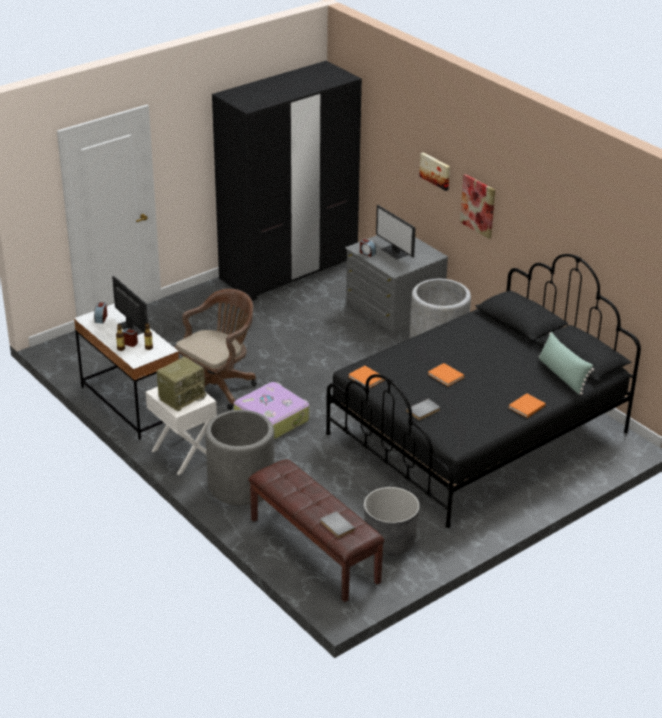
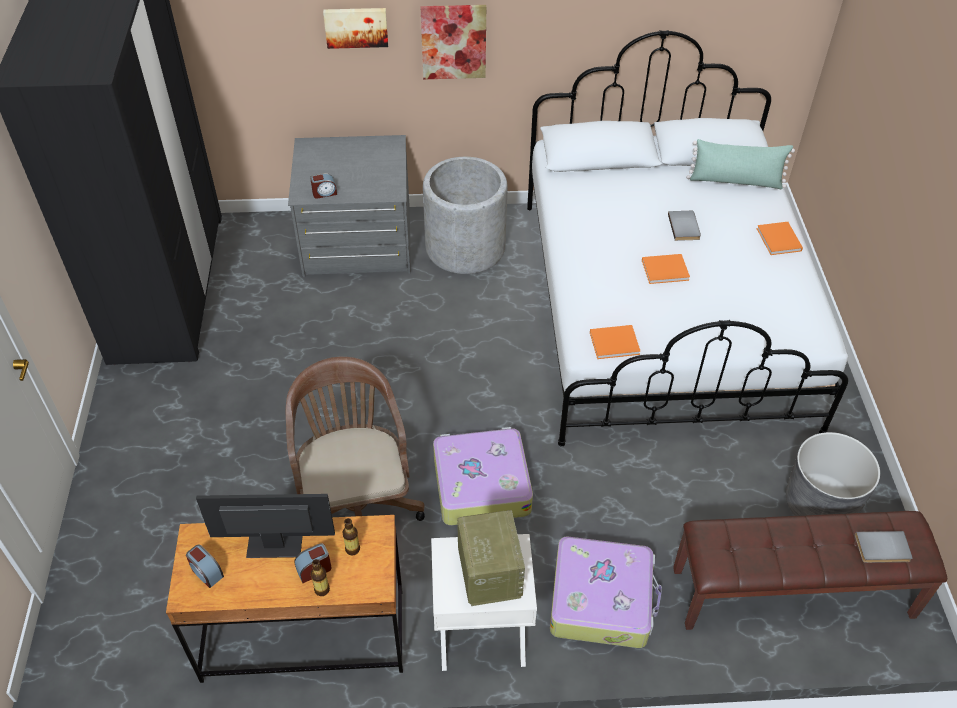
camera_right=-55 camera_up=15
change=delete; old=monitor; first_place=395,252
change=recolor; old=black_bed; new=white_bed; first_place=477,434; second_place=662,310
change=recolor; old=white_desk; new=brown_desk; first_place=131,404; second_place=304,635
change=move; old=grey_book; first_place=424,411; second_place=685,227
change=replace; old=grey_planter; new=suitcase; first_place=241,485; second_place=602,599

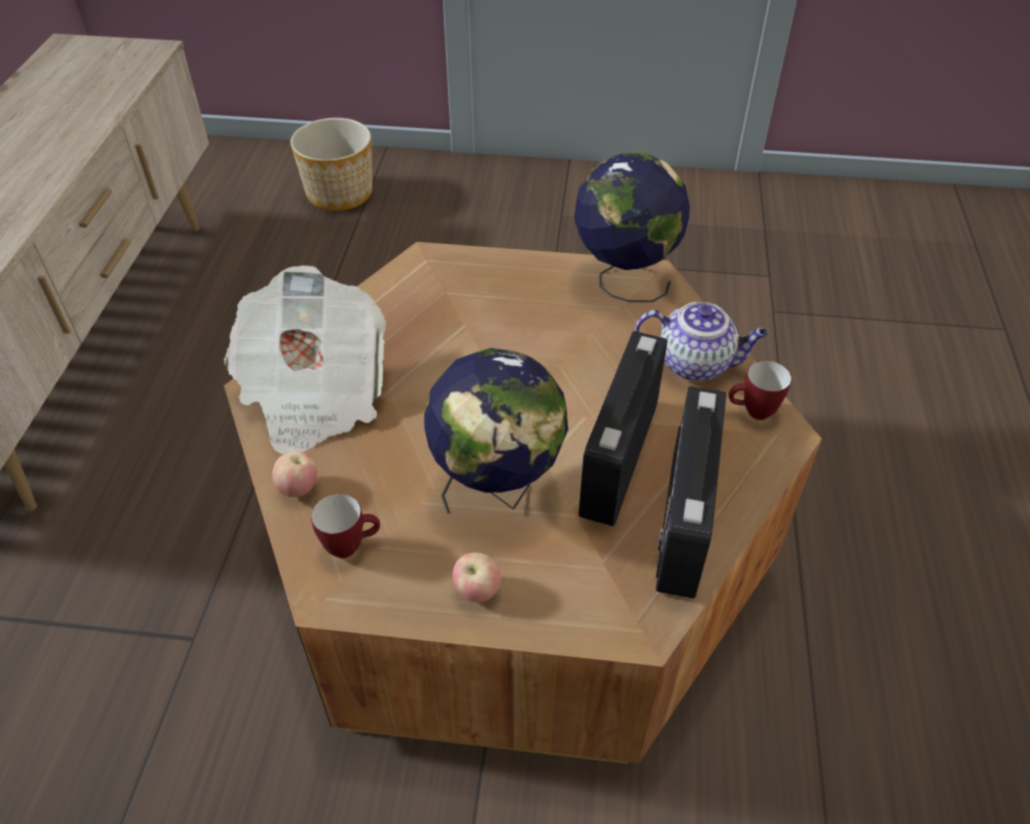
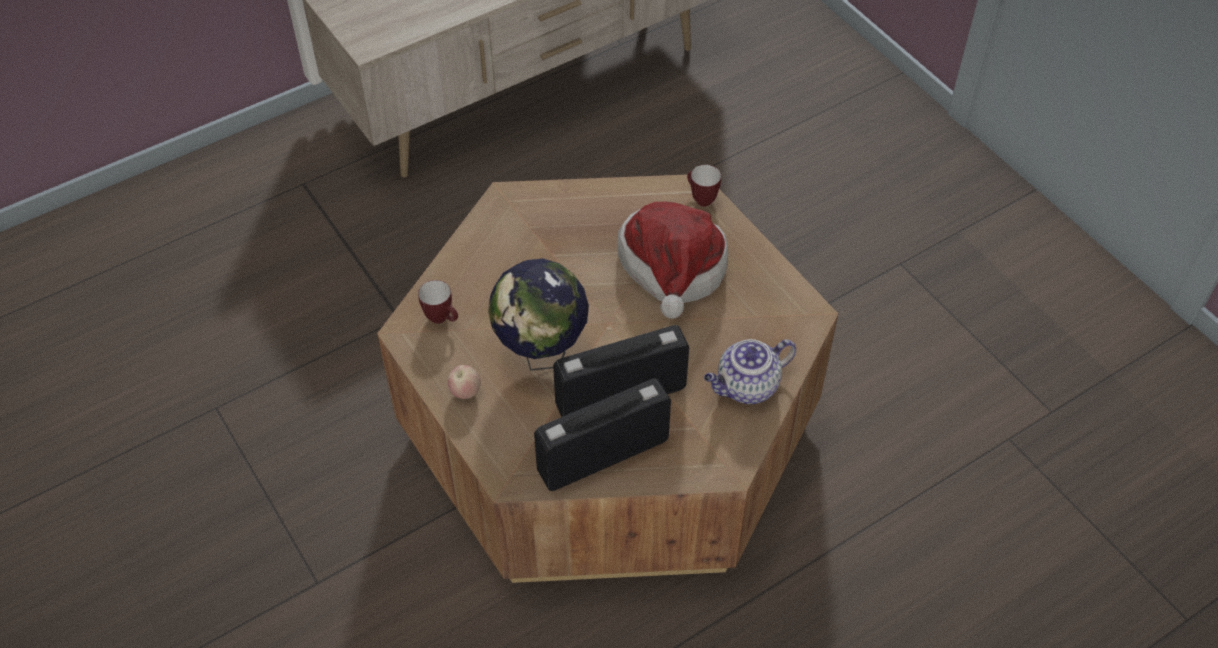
camera_right=50 camera_up=5
change=delete; old=planter; first_place=340,193
change=delete; old=globe; first_place=623,281
change=delete; old=newspaper; first_place=313,392
change=rotate; old=teapot; first_place=696,363; second_place=746,387; degrees=90
change=move; old=mug; first_place=752,413; second_place=700,199
change=delete; old=apple; first_place=299,488
change=insert; new=hat; second_place=672,272

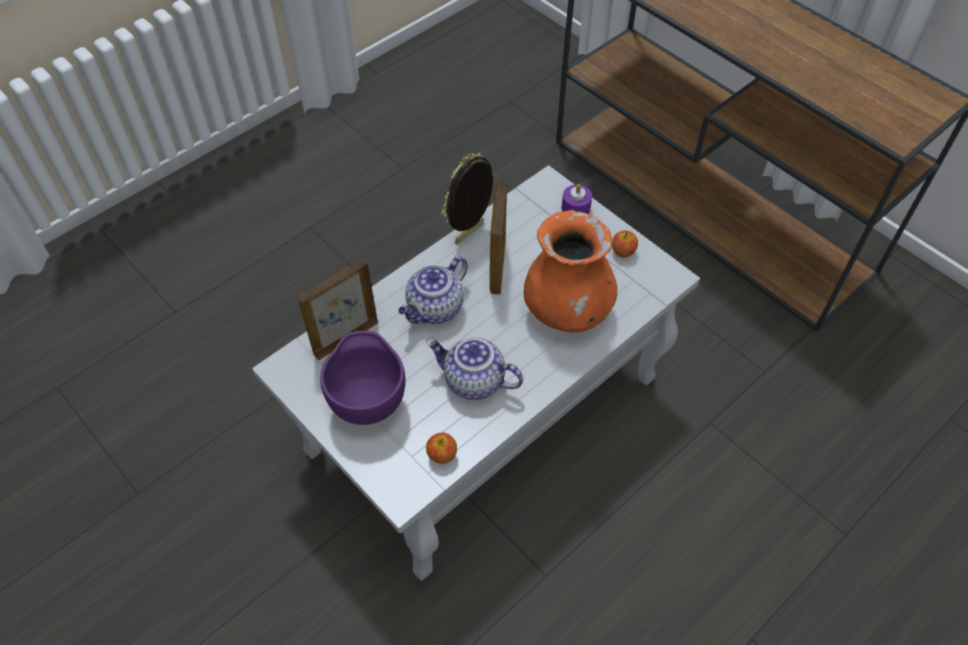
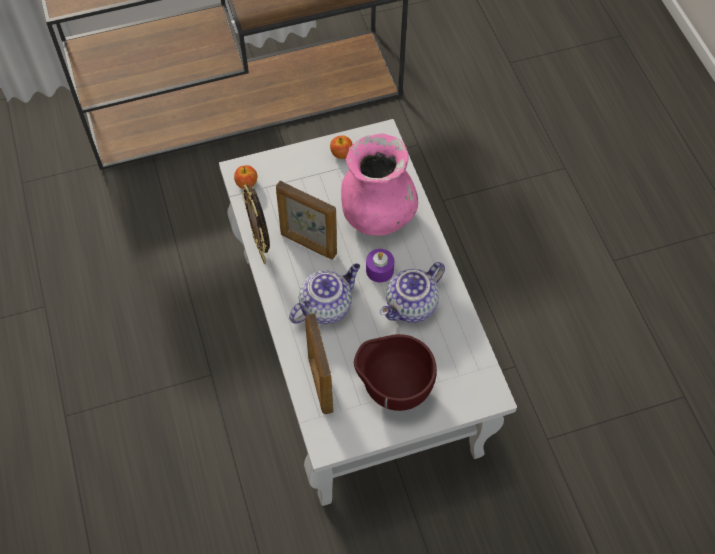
camera_right=-65 camera_up=5
change=move; old=purple_candle; first_place=575,208; second_place=379,270
change=recolor; old=orange_vase; new=pink_vase; first_place=568,310; second_place=377,215
change=rotate; old=teapot; first_place=435,309; second_place=326,306; degrees=-105
change=recolor; old=purple_bowl; new=brown_bowl; first_place=368,401; second_place=393,388
change=move; old=apple; first_place=442,455; second_place=246,183

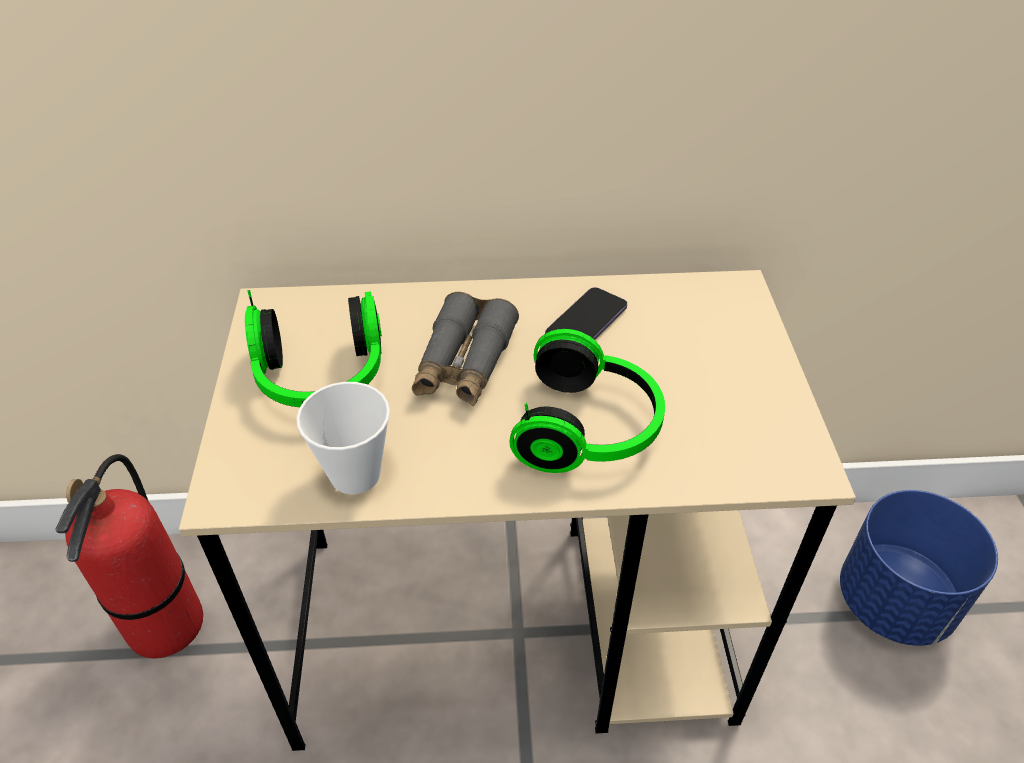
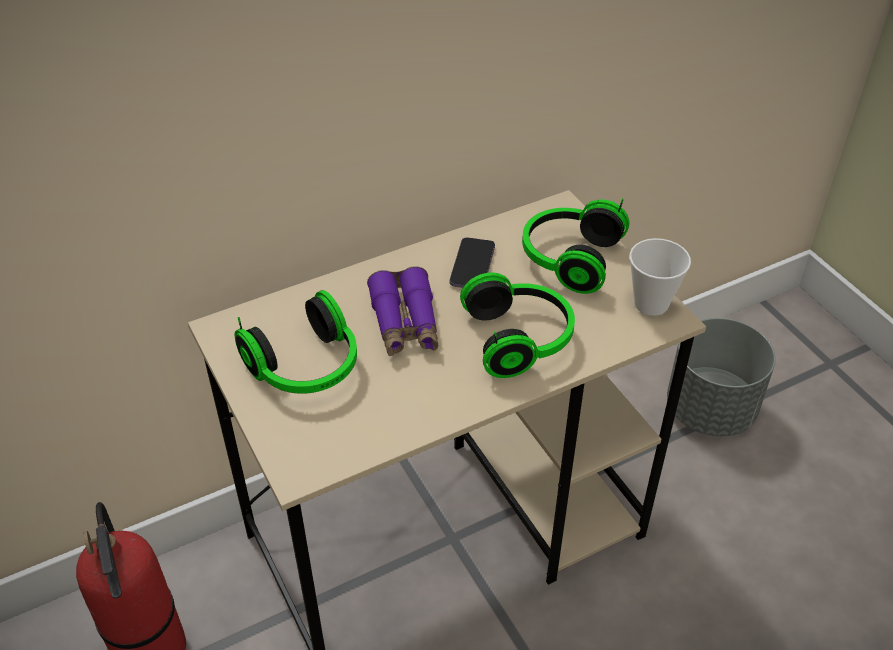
camera_right=-25 camera_up=0
change=recolor; old=grey_binoculars; new=purple_binoculars; first_place=464,363; second_place=405,323
change=move; old=cup; first_place=355,474; second_place=651,303
change=recolor; old=blue_planter; new=grey_planter; first_place=895,602; second_place=711,410
change=insert; new=headphones; second_place=568,258

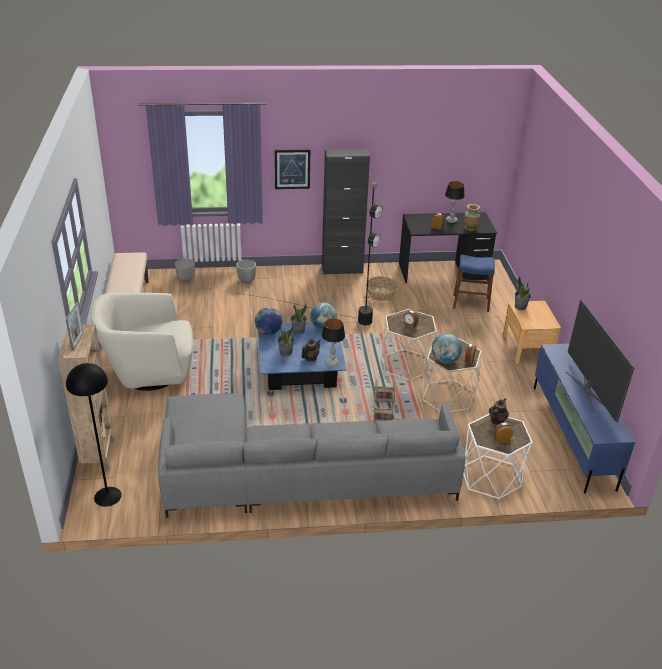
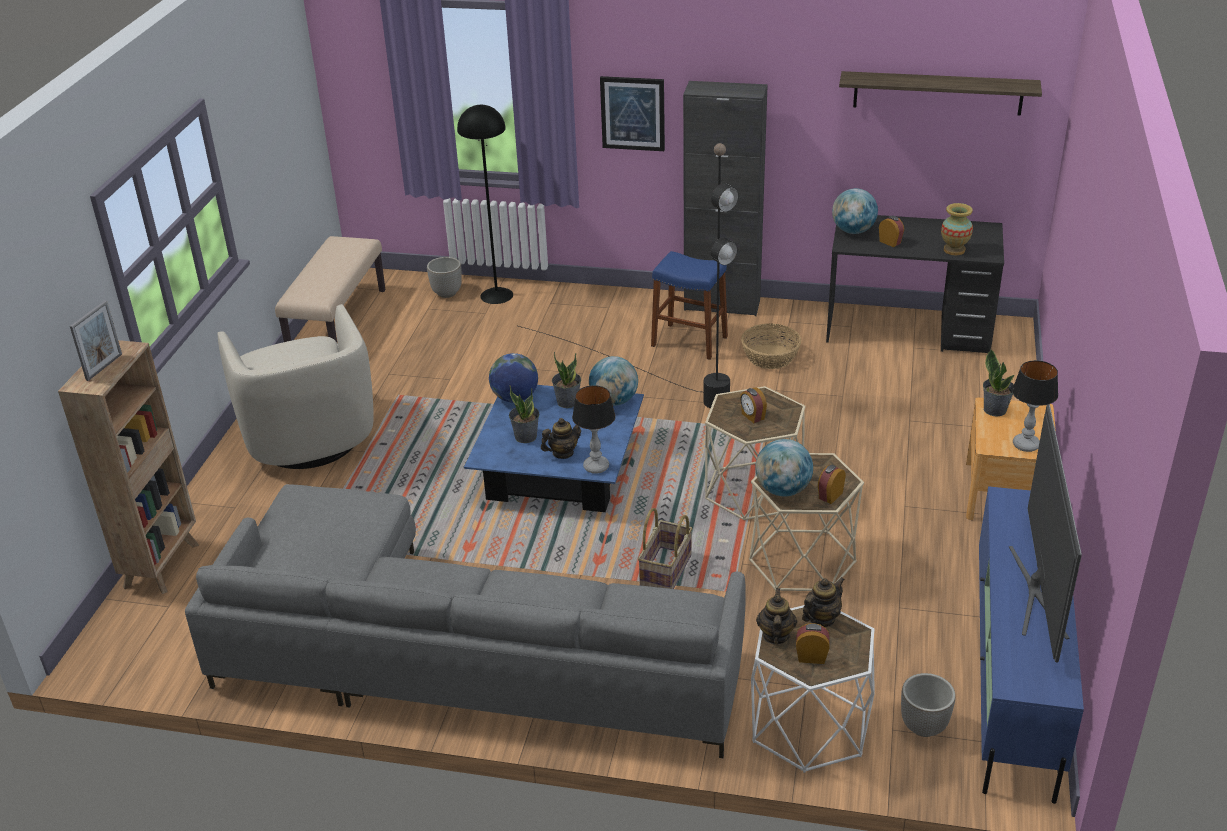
camera_right=20 camera_up=0
change=move; old=table_lamp; first_place=451,221; second_place=1026,445
change=move; old=blue_stool; first_place=471,303; second_place=689,341
change=move; old=planter; first_place=246,280; second_place=924,726
change=rotate; old=beige_armchair; first_place=149,372; second_place=309,441; degrees=-120
change=move; old=black_floor_lamp; first_place=108,496; second_place=497,295
change=insert; new=shelf; second_place=937,93
change=insert; new=globe; second_place=853,231
change=insert; new=teapot; second_place=775,635

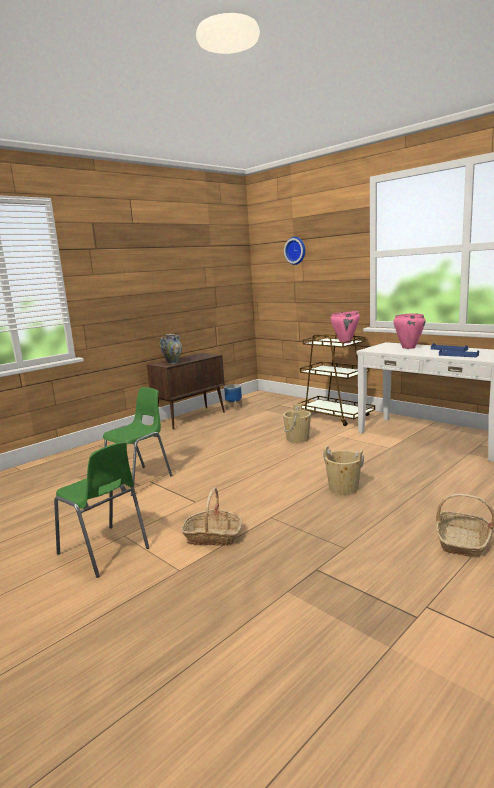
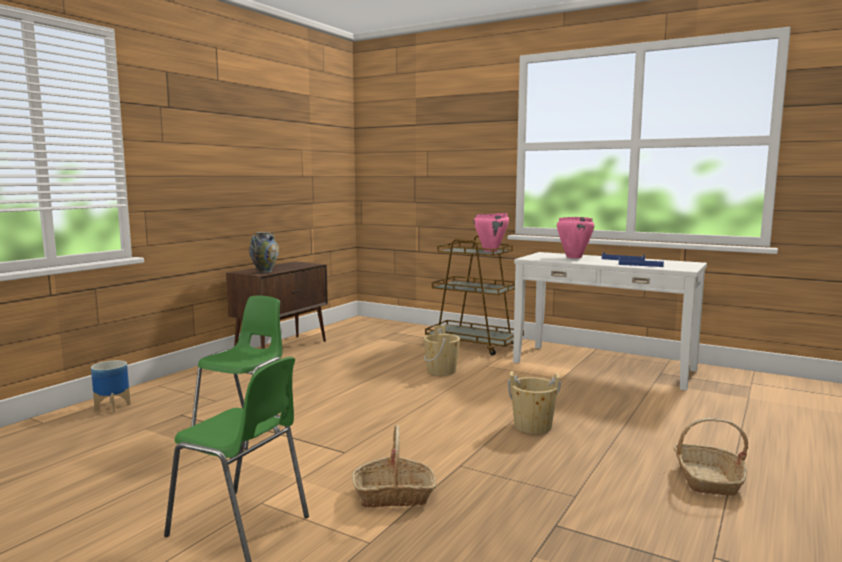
camera_right=-15 camera_up=-5
change=delete; old=wall_clock; first_place=296,250
change=move; old=planter; first_place=234,408; second_place=113,407

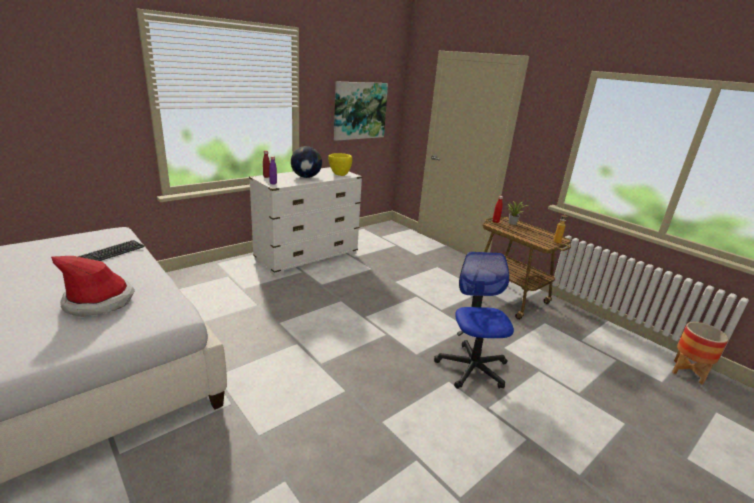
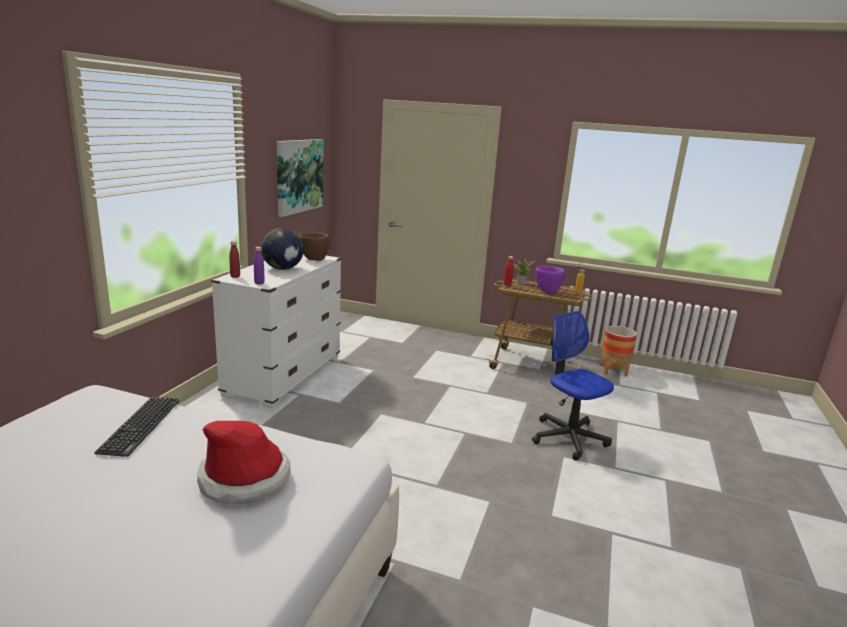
camera_right=-30 camera_up=-5
change=recolor; old=yellow_bowl; new=brown_bowl; first_place=339,174; second_place=314,259
change=move; old=planter; first_place=688,372; second_place=613,370
change=insert; new=purple_bowl; second_place=547,291

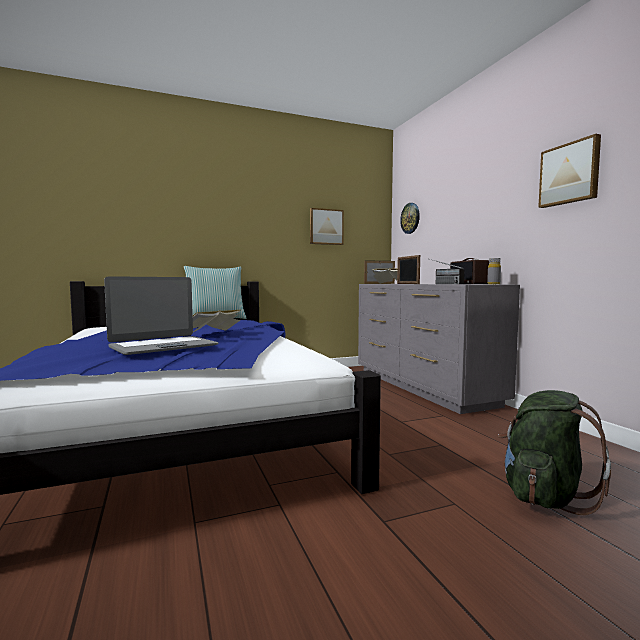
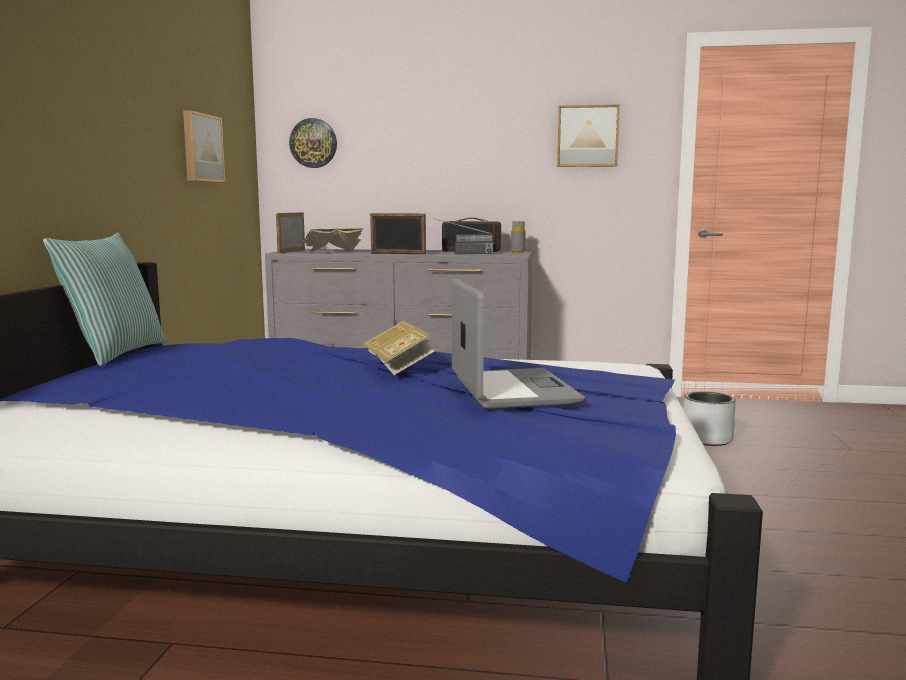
camera_right=-60 camera_up=5
change=replace; old=green_backpack; new=grey_planter; first_place=544,496; second_place=707,439

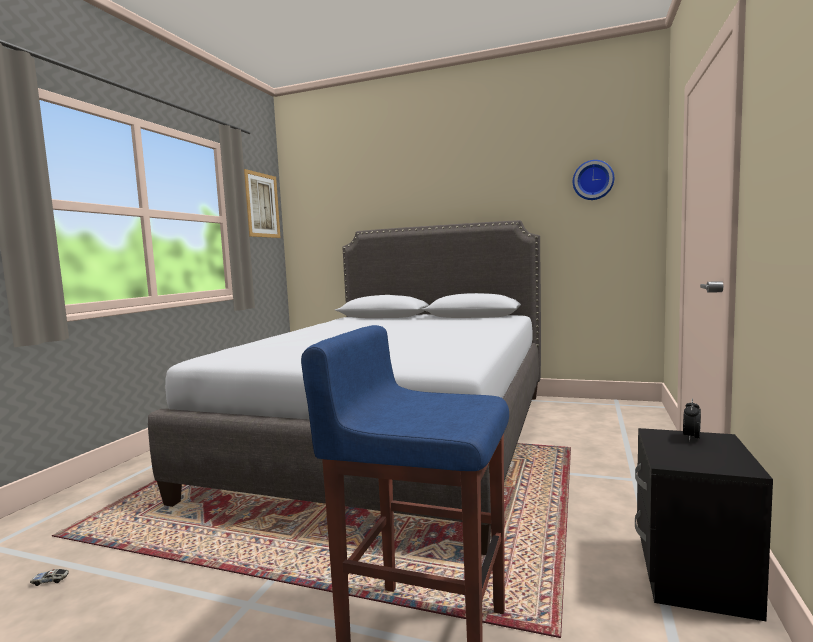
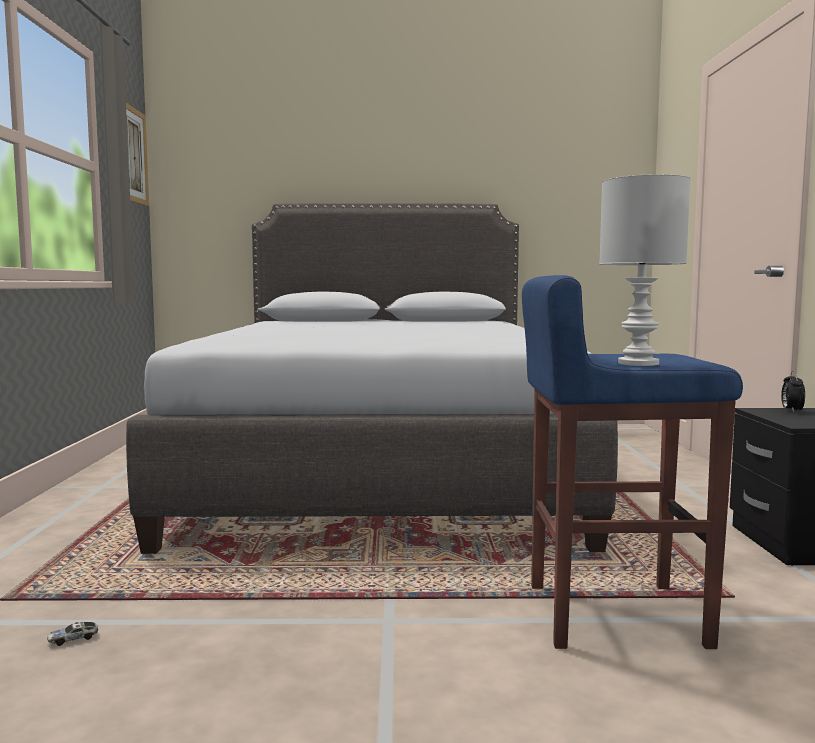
camera_right=-20 camera_up=0
change=delete; old=wall_clock; first_place=593,180
change=insert; new=white_table_lamp; second_place=636,363

